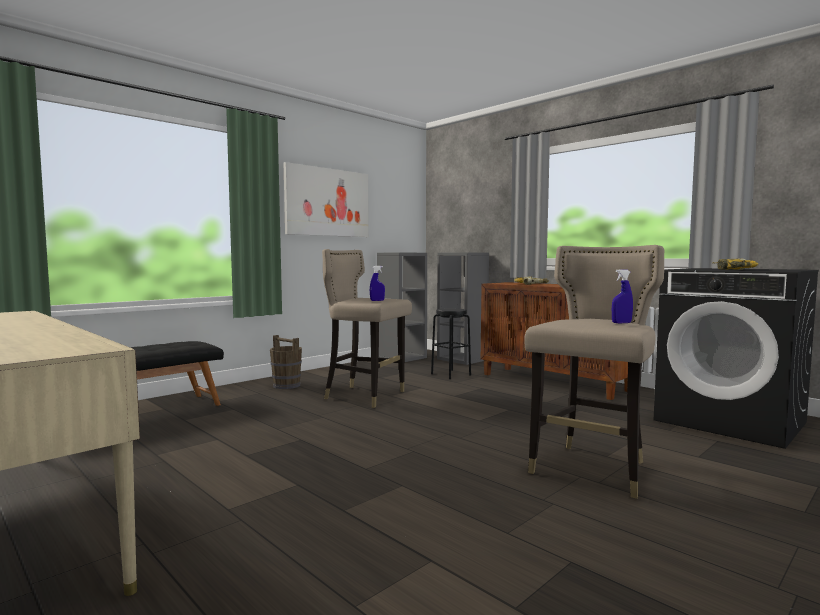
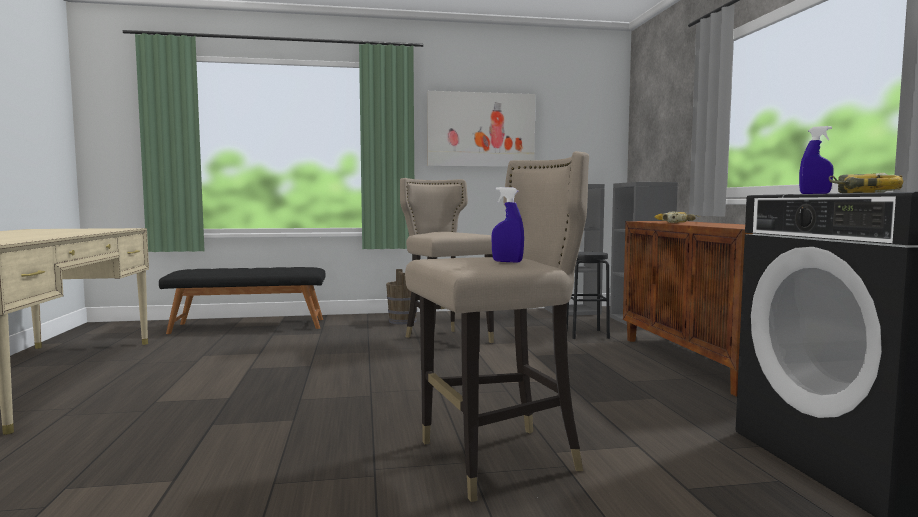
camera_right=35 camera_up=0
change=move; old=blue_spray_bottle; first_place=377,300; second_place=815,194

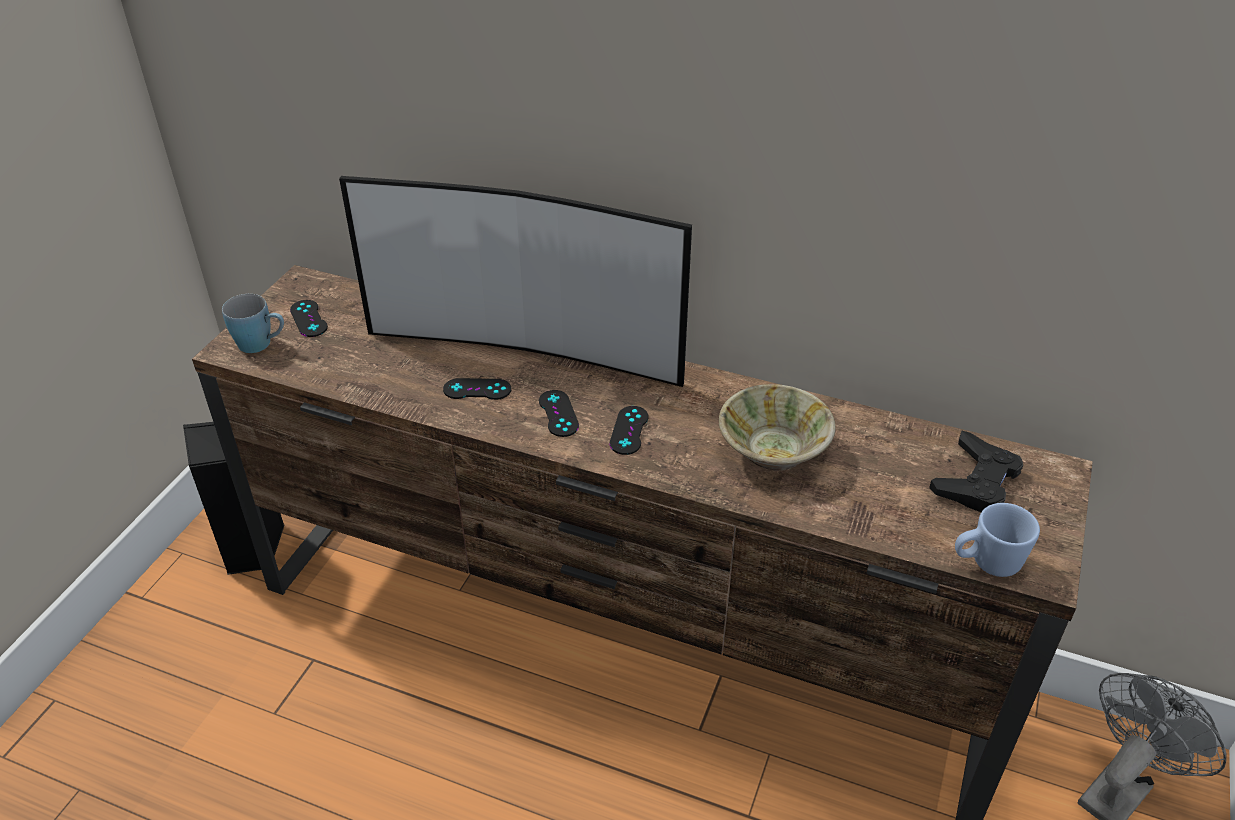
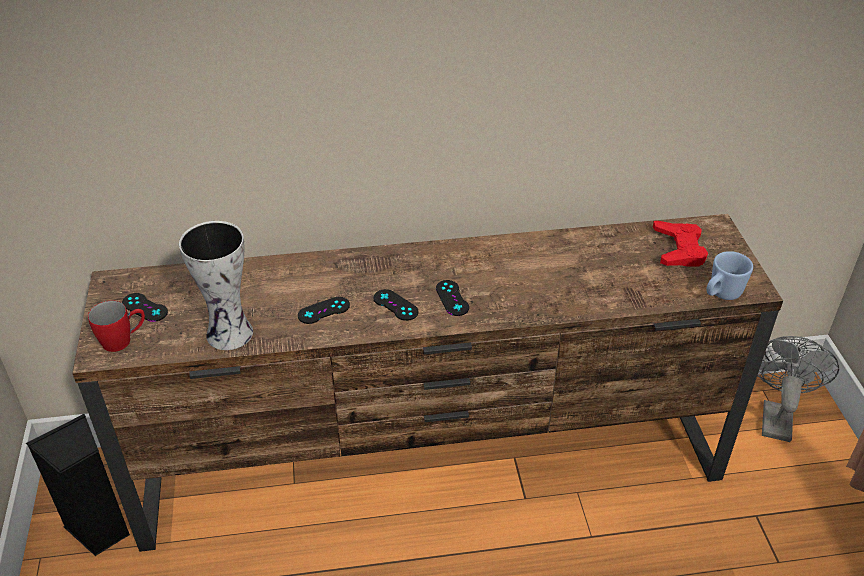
camera_right=-30 camera_up=0
change=delete; old=television; first_place=525,350
change=recolor; old=blue_mug; new=red_mug; first_place=262,344; second_place=123,340
change=delete; old=beige_bowl; first_place=772,450
change=recolor; old=black_game_controller; new=red_game_controller; first_place=976,481; second_place=679,249
change=insert; new=vase; second_place=231,334

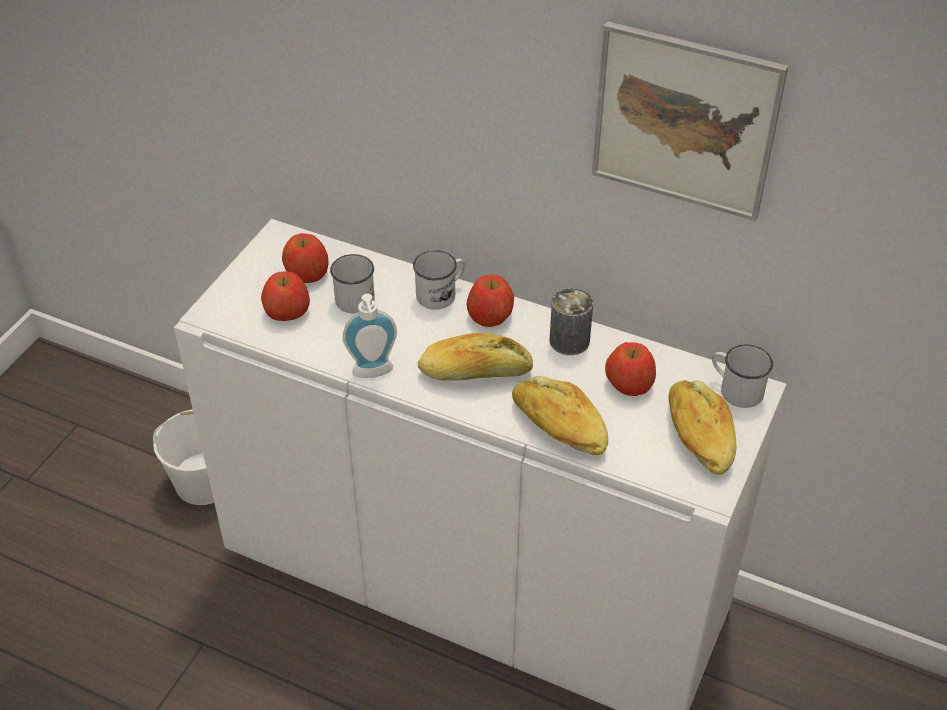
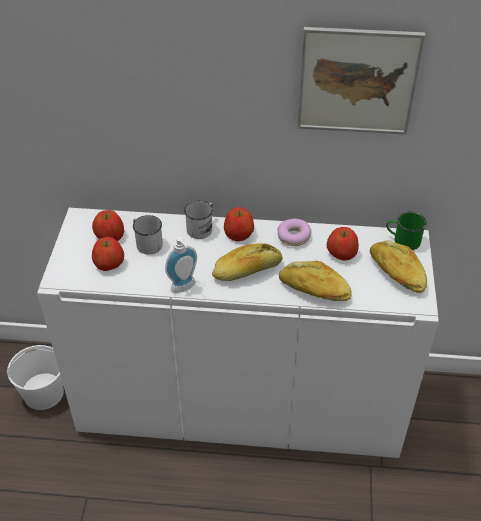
camera_right=-20 camera_up=0
change=replace; old=can; new=donut; first_place=569,340; second_place=294,237
change=recolor; old=white_mug; new=green_mug; first_place=735,389; second_place=402,240

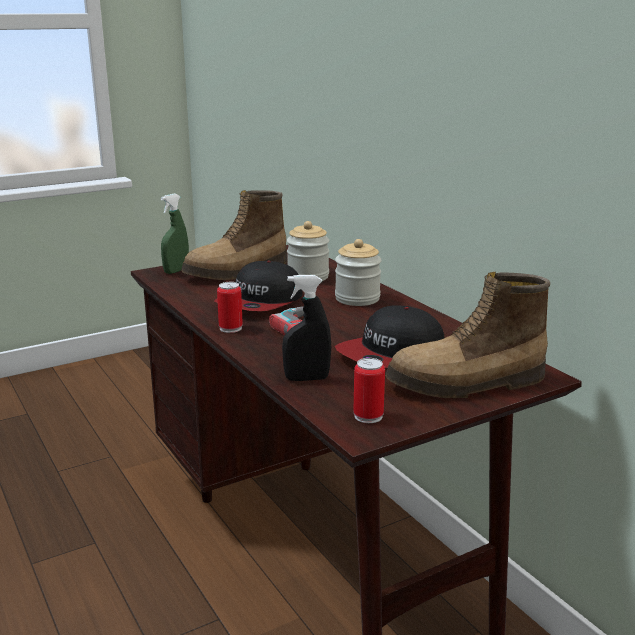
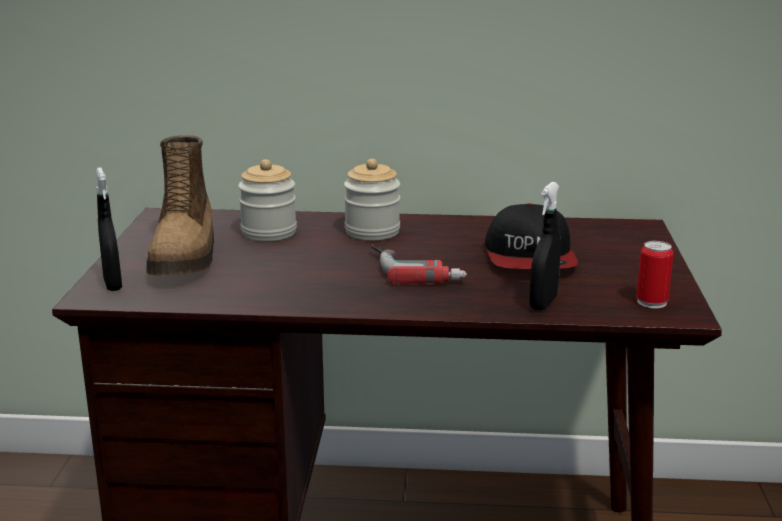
camera_right=-55 camera_up=0
change=recolor; old=green_spray_bottle; new=black_spray_bottle; first_place=176,271; second_place=113,284
change=delete; old=cap; first_place=261,302
change=delete; old=boot; first_place=467,384
change=delete; old=can; first_place=230,328

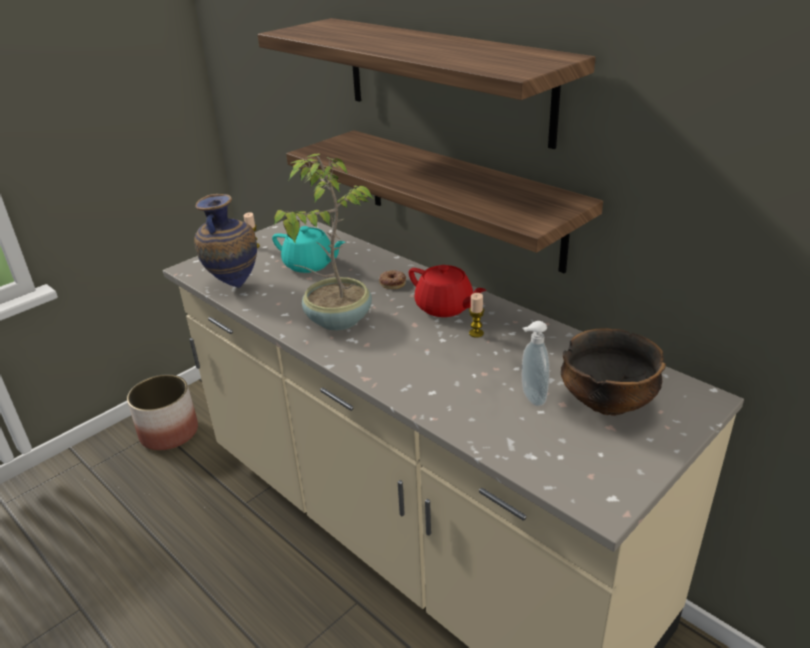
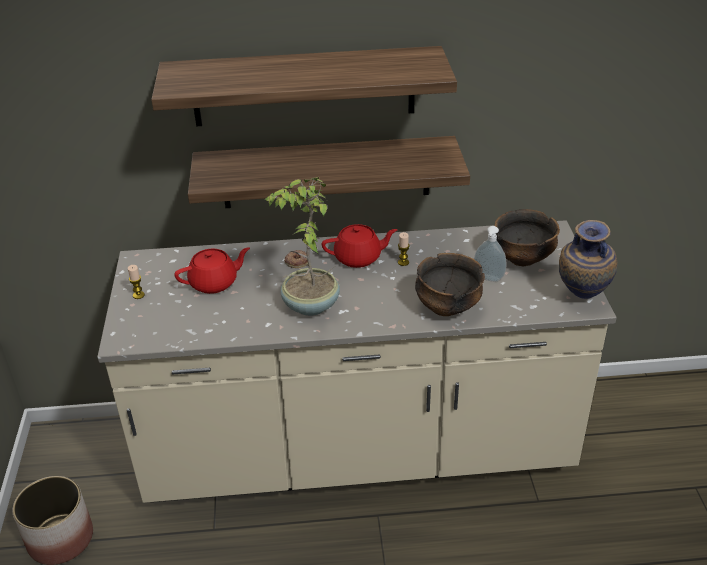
camera_right=-50 camera_up=5
change=move; old=vase; first_place=233,285; second_place=580,299
change=recolor; old=turquoise_teapot; new=red_teapot; first_place=310,265; second_place=214,283
change=insert; new=bowl; second_place=447,307

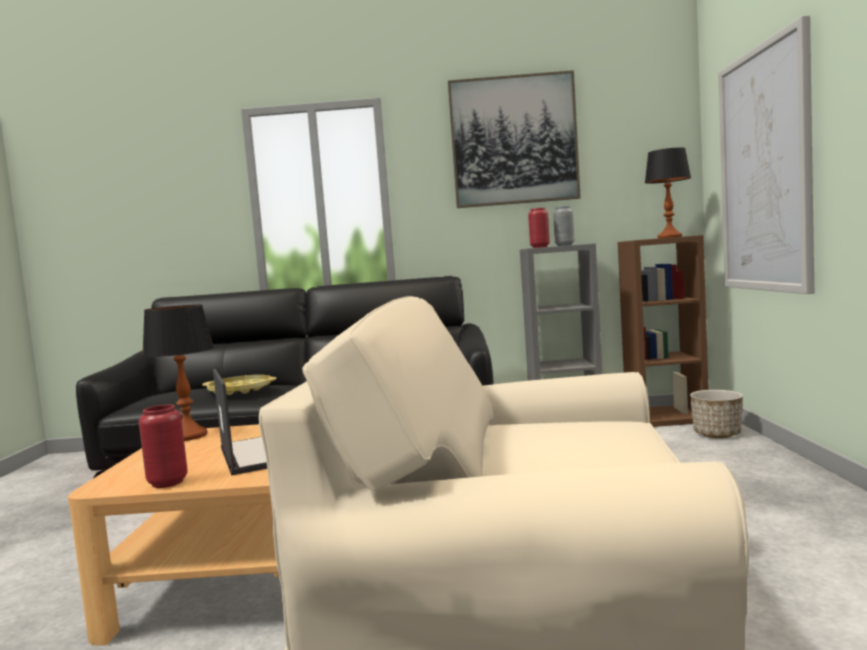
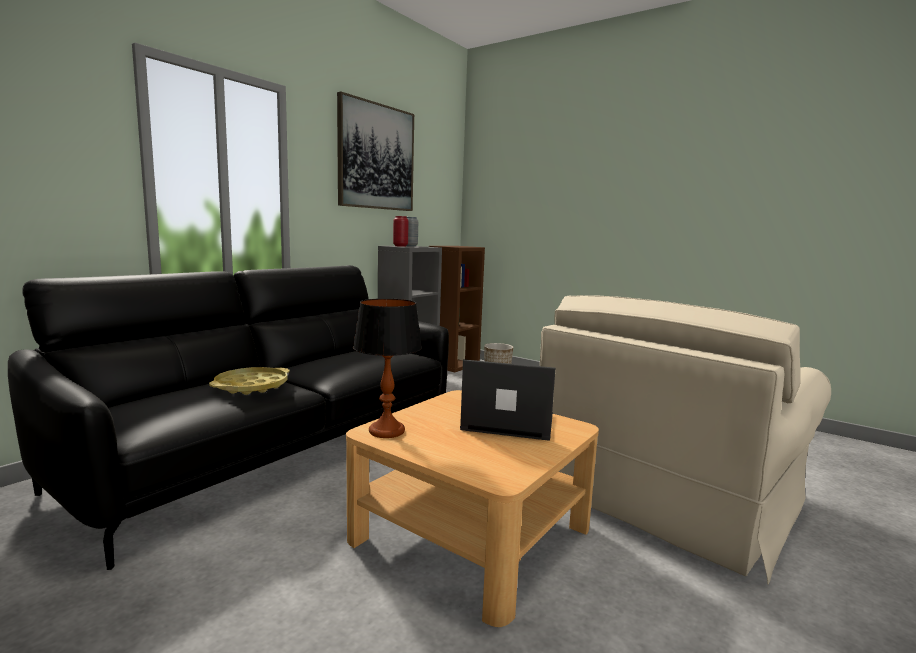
camera_right=-55 camera_up=5
change=delete; old=picture; first_place=764,170
change=delete; old=table_lamp; first_place=669,237
change=delete; old=red_vase; first_place=167,483

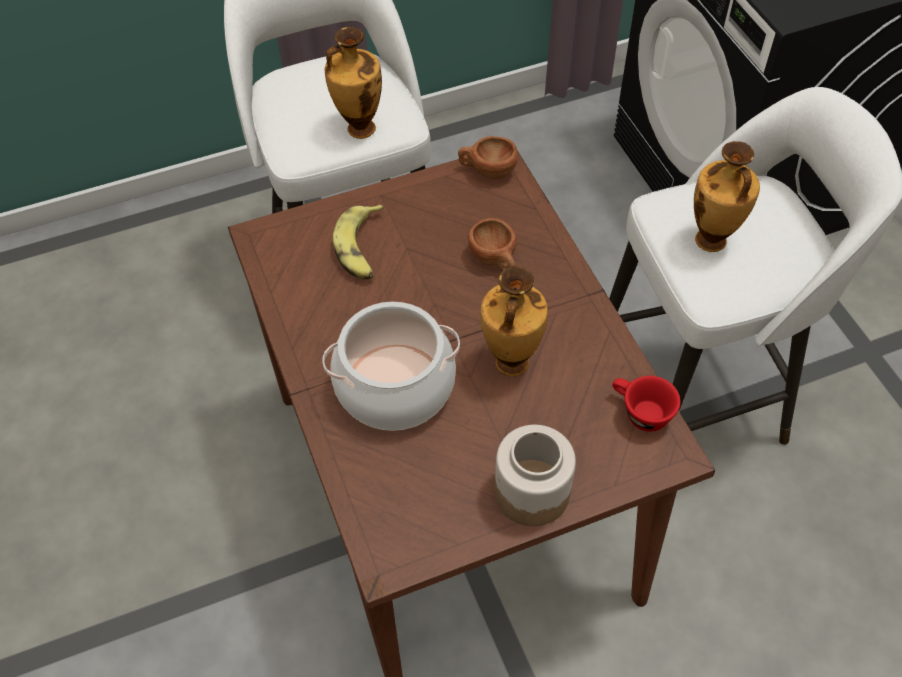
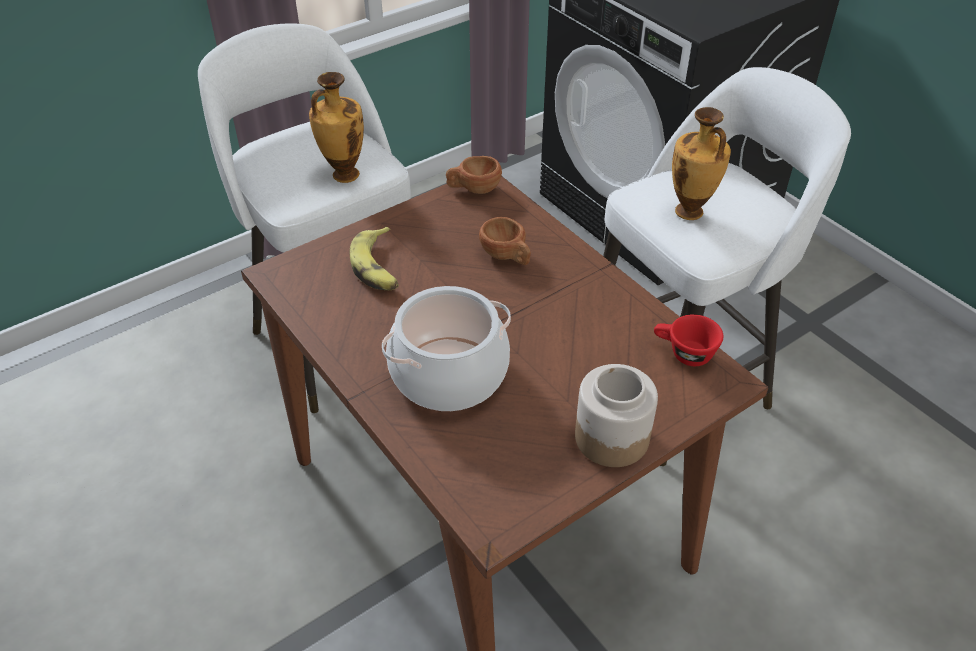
camera_right=-15 camera_up=-10
change=delete; old=vase; first_place=510,364

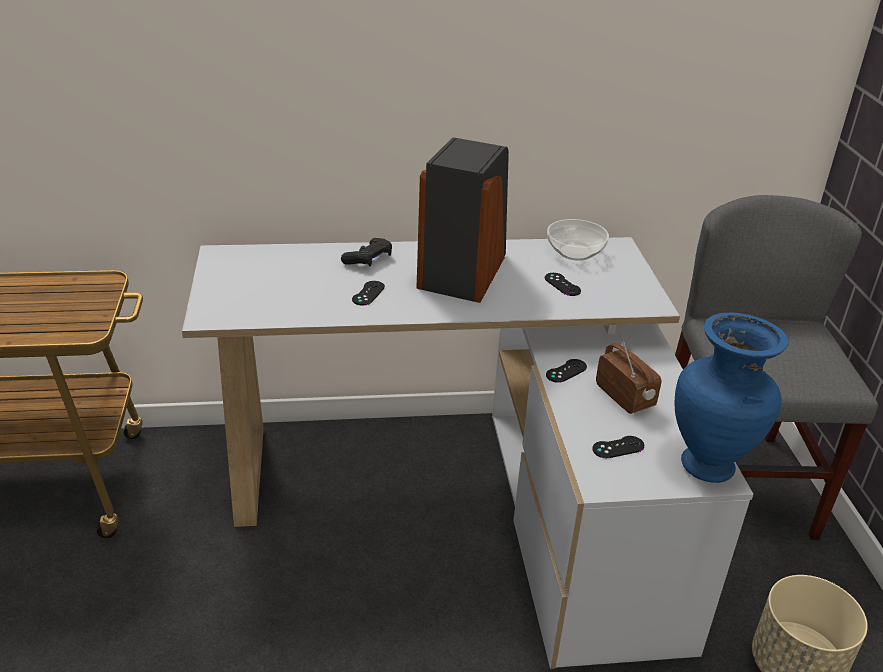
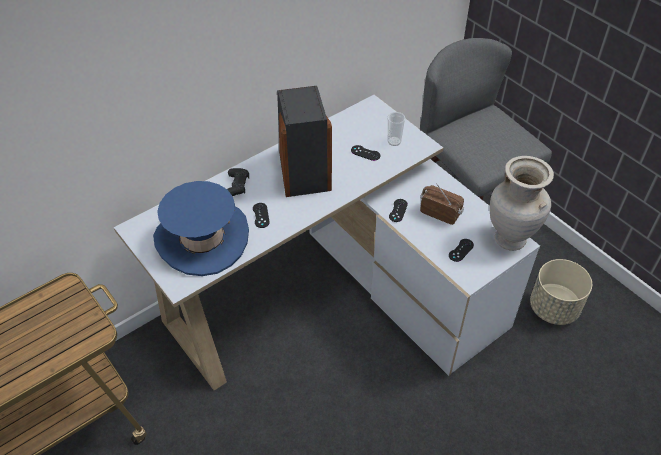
camera_right=-30 camera_up=15
change=delete; old=bowl; first_place=575,253
change=recolor; old=blue_vase; new=beige_vase; first_place=709,466; second_place=510,239
change=insert; new=cup; second_place=394,141
change=insert; new=blue_hat; second_place=202,239

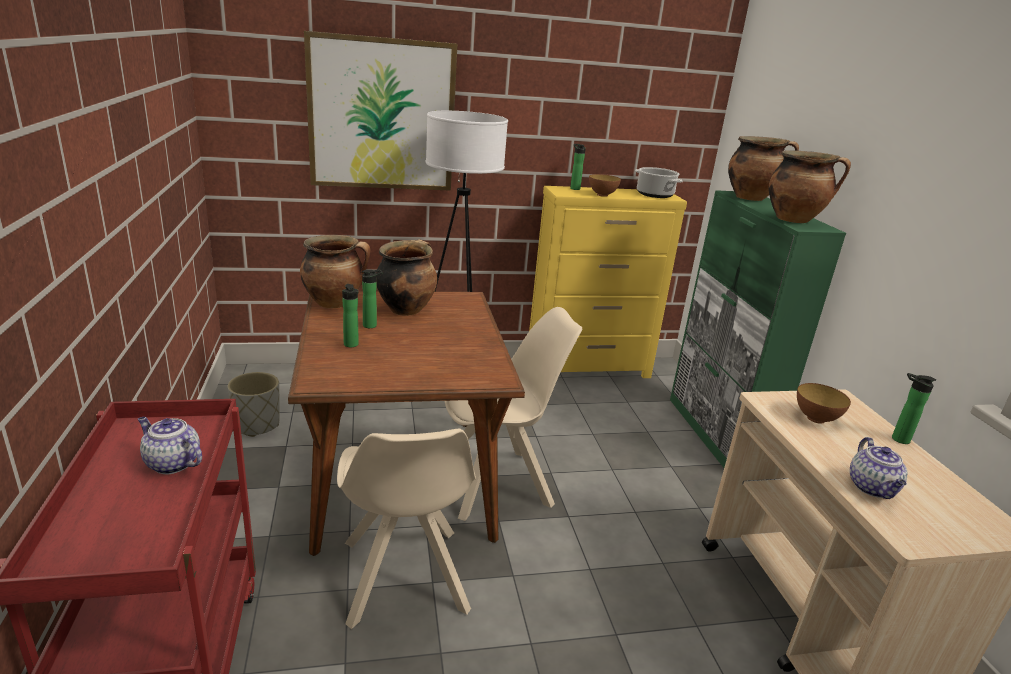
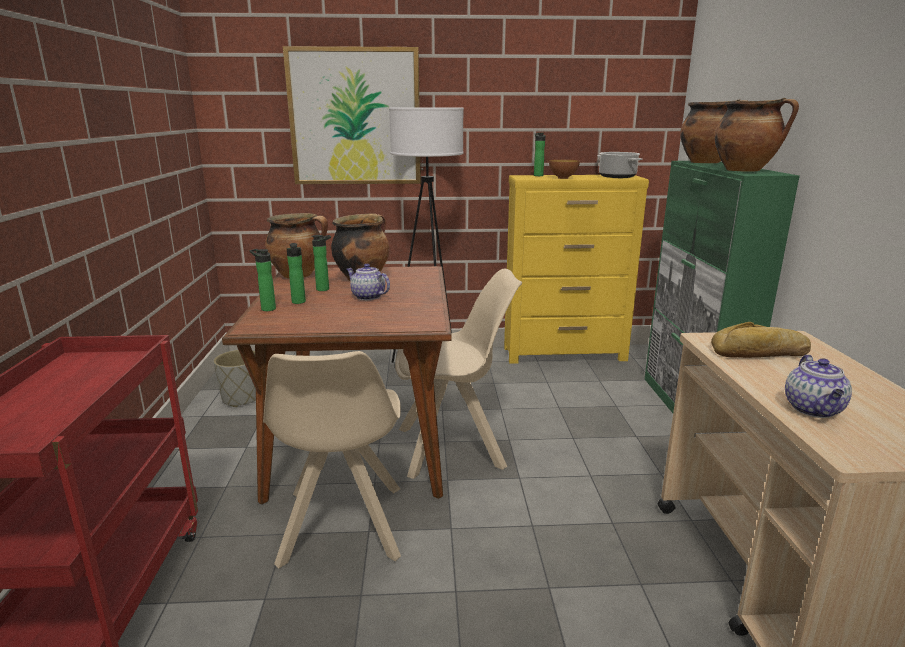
camera_right=10 camera_up=-5
change=move; old=bottle; first_place=897,439; second_place=266,309
change=replace; old=bowl; new=bread; first_place=816,419; second_place=760,353
change=move; old=teapot; first_place=171,463; second_place=367,297

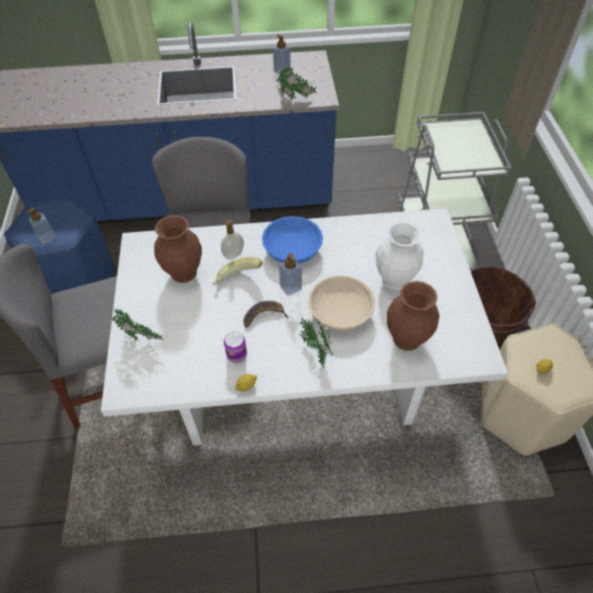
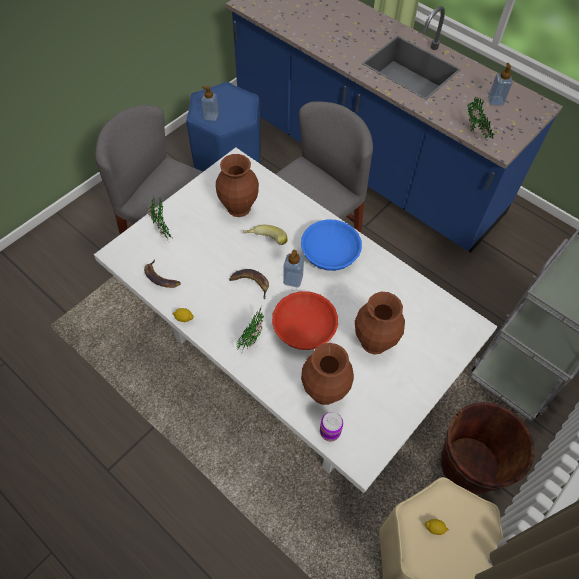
camera_right=45 camera_up=5
change=delete; old=soap_dispenser; first_place=233,254
change=recolor; old=white_vase; new=brown_vase; first_place=394,280; second_place=373,342
change=recolor; old=beige_bowl; new=red_bowl; first_place=340,311; second_place=304,328
change=move; old=can; first_place=236,355; second_place=330,431
change=insert; new=banana; second_place=160,277

